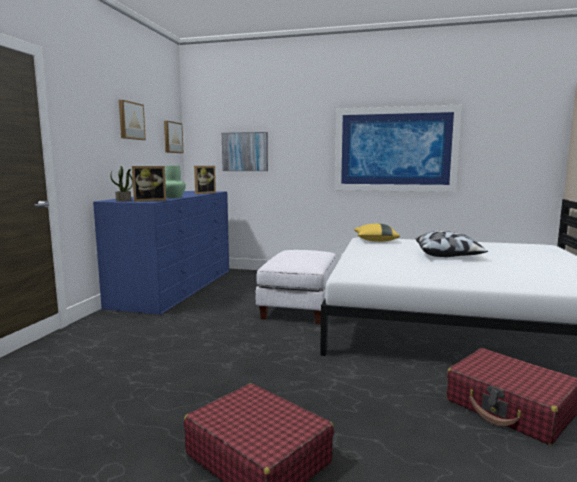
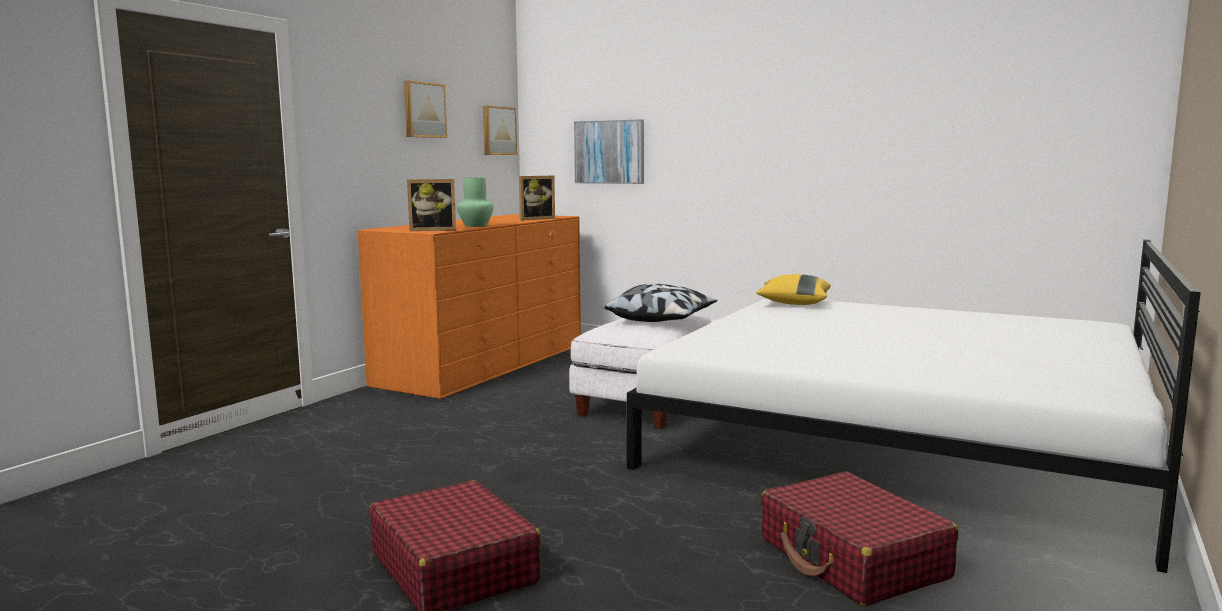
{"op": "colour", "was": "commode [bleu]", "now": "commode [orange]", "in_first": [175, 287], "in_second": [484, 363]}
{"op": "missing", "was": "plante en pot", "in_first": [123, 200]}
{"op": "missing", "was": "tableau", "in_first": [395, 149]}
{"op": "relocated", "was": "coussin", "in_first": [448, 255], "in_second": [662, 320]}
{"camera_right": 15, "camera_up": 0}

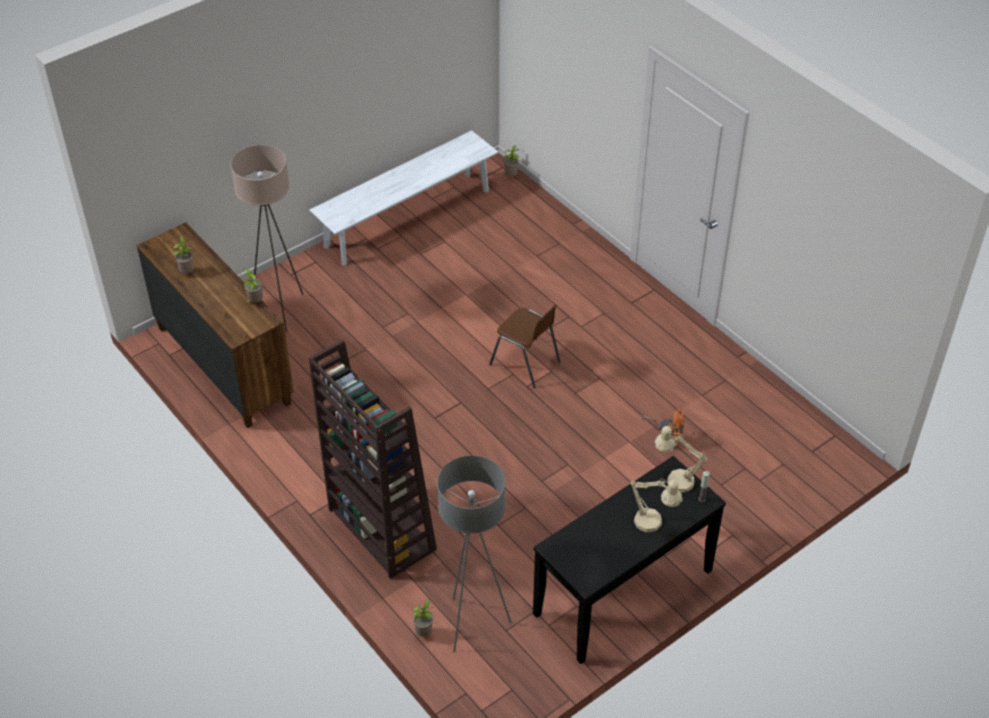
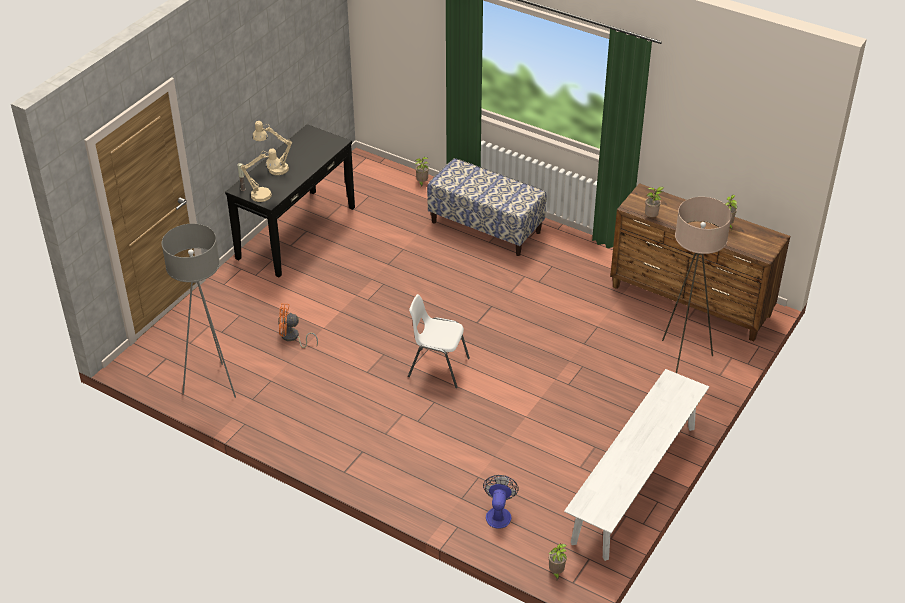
{"op": "exchanged", "was": "bibliothèque [marron]", "now": "banc", "in_first": [380, 529], "in_second": [486, 227]}
{"op": "relocated", "was": "lampadaire [gris]", "in_first": [473, 624], "in_second": [213, 384]}
{"op": "colour", "was": "chaise [marron]", "now": "chaise [blanc]", "in_first": [525, 363], "in_second": [438, 367]}
{"op": "appeared", "now": "ventilateur", "in_second": [499, 513]}
{"camera_right": 160, "camera_up": -5}

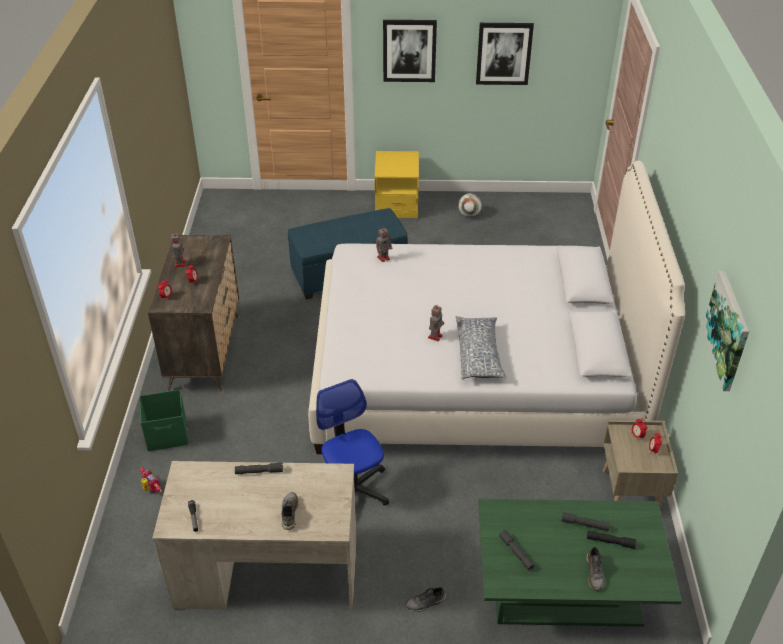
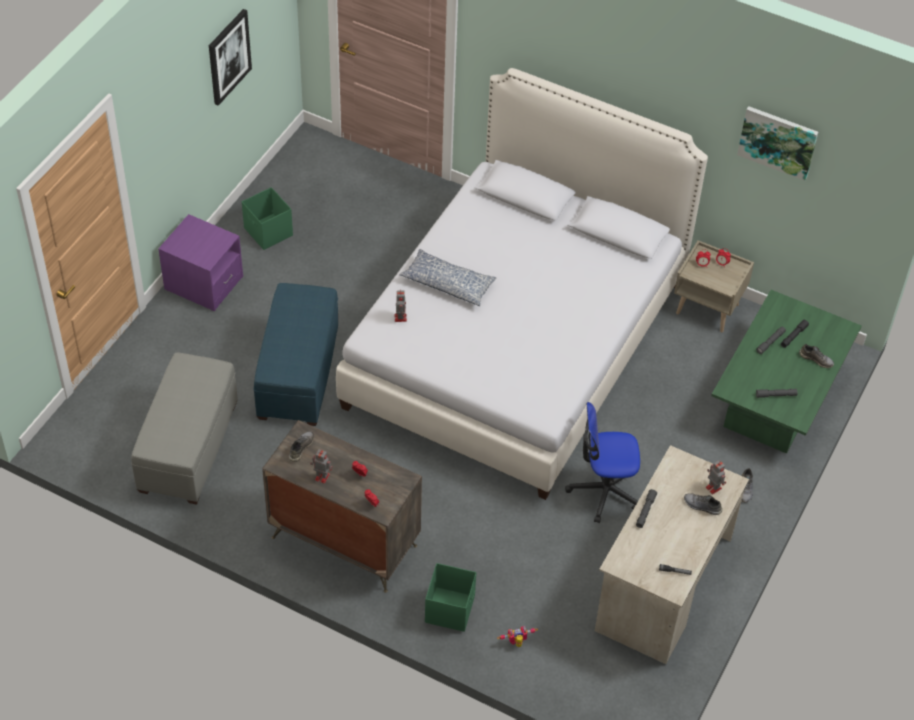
{"op": "colour", "was": "table de chevet [jaune]", "now": "table de chevet [violet]", "in_first": [396, 205], "in_second": [203, 283]}
{"op": "missing", "was": "tableau", "in_first": [409, 50]}
{"op": "relocated", "was": "robot jouet", "in_first": [435, 336], "in_second": [713, 487]}
{"op": "relocated", "was": "coussin", "in_first": [479, 354], "in_second": [448, 283]}
{"op": "exchanged", "was": "ballon de foot", "now": "boîte de rangement [vert]", "in_first": [469, 215], "in_second": [268, 232]}
{"op": "appeared", "now": "pouf [gris]", "in_second": [188, 447]}
{"op": "appeared", "now": "chaussure [gris]", "in_second": [301, 448]}
{"camera_right": -65, "camera_up": 10}

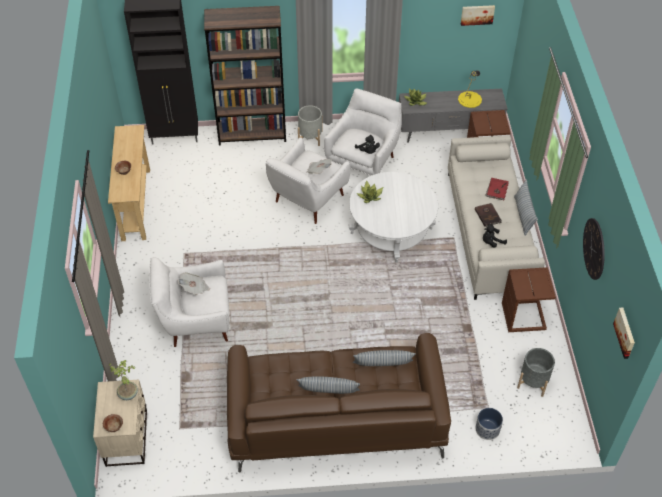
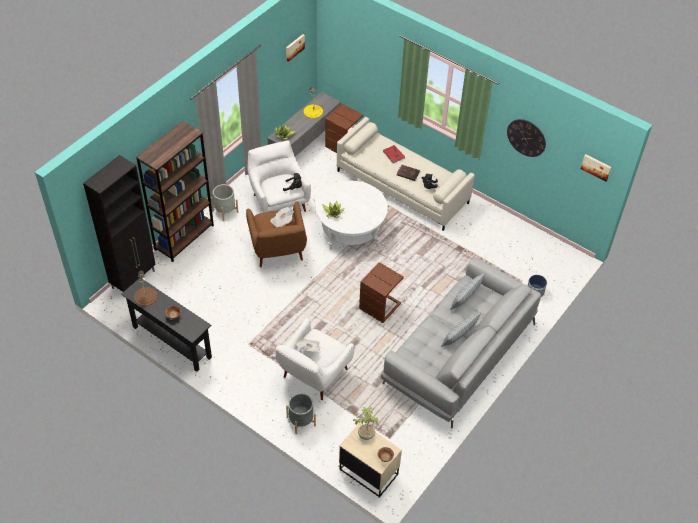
{"op": "colour", "was": "table console [beige]", "now": "table console [noir]", "in_first": [135, 204], "in_second": [171, 342]}
{"op": "colour", "was": "canapé [marron]", "now": "canapé [gris]", "in_first": [335, 417], "in_second": [459, 354]}
{"op": "colour", "was": "fauteuil [blanc]", "now": "fauteuil [marron]", "in_first": [307, 200], "in_second": [278, 251]}
{"op": "relocated", "was": "table d'appoint [marron]", "in_first": [524, 317], "in_second": [380, 306]}
{"op": "missing", "was": "coussin", "in_first": [523, 215]}
{"op": "relocated", "was": "cache-pot [gris]", "in_first": [533, 381], "in_second": [301, 421]}
{"op": "appeared", "now": "lampe de table [marron]", "in_second": [145, 296]}
{"camera_right": -50, "camera_up": 0}

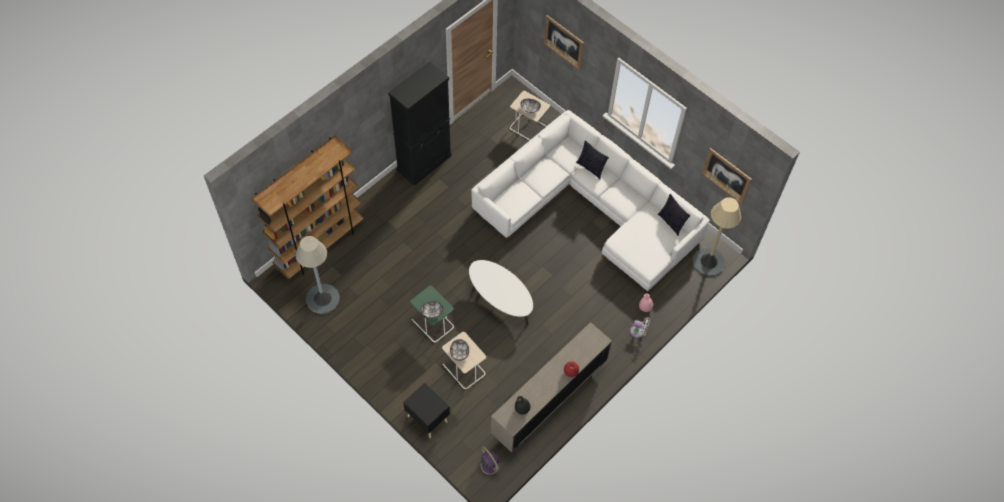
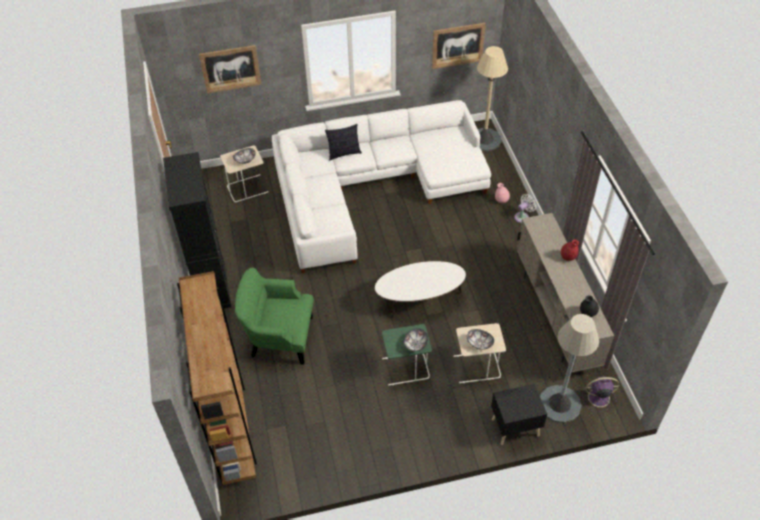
{"op": "relocated", "was": "lampadaire [gris]", "in_first": [322, 299], "in_second": [559, 404]}
{"op": "missing", "was": "coussin", "in_first": [671, 223]}
{"op": "appeared", "now": "fauteuil [vert]", "in_second": [279, 337]}
{"camera_right": -55, "camera_up": -10}

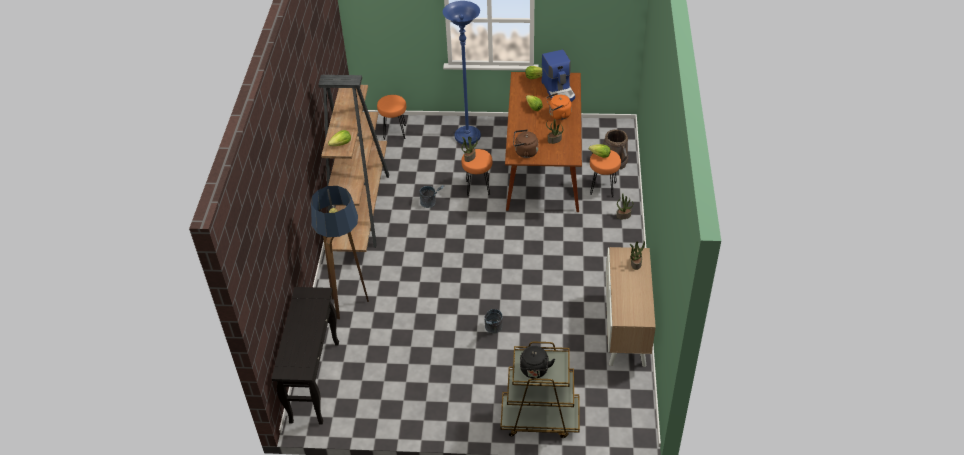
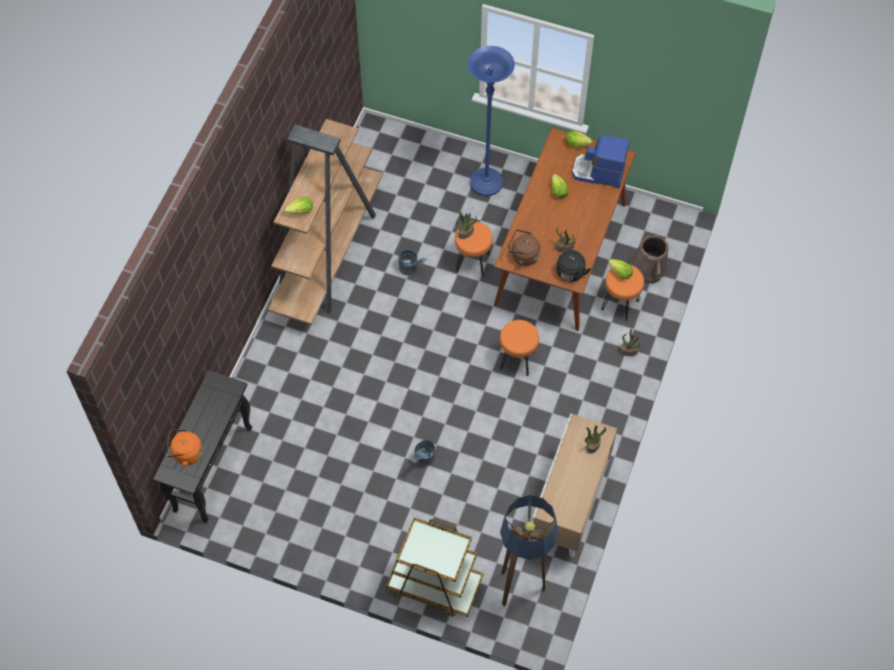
{"op": "relocated", "was": "lampadaire", "in_first": [350, 305], "in_second": [522, 588]}
{"op": "relocated", "was": "tabouret [orange]", "in_first": [394, 132], "in_second": [517, 360]}
{"op": "relocated", "was": "bouilloire [noir]", "in_first": [534, 371], "in_second": [569, 274]}
{"op": "spun", "was": "machine à café", "in_first": [559, 90], "in_second": [598, 173], "clockwise": 105}
{"op": "relocated", "was": "bouilloire [orange]", "in_first": [558, 115], "in_second": [185, 454]}
{"camera_right": 15, "camera_up": 15}

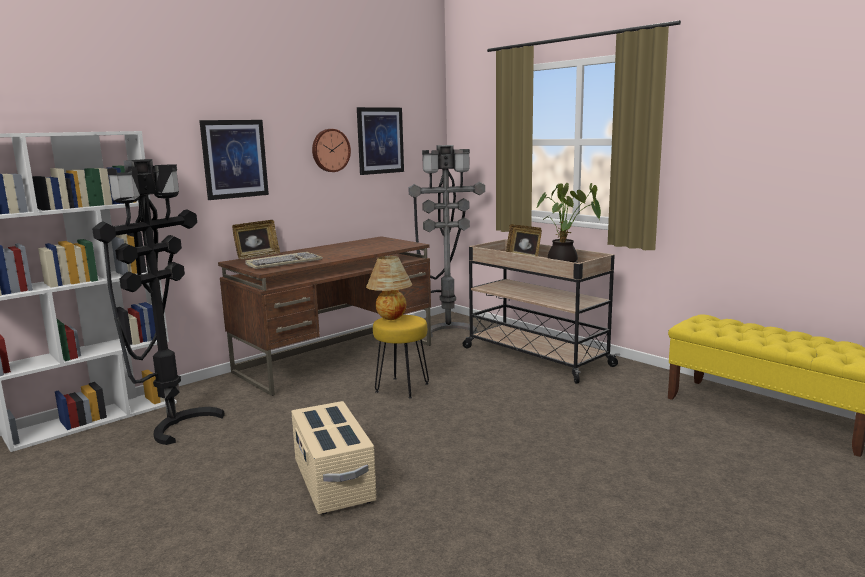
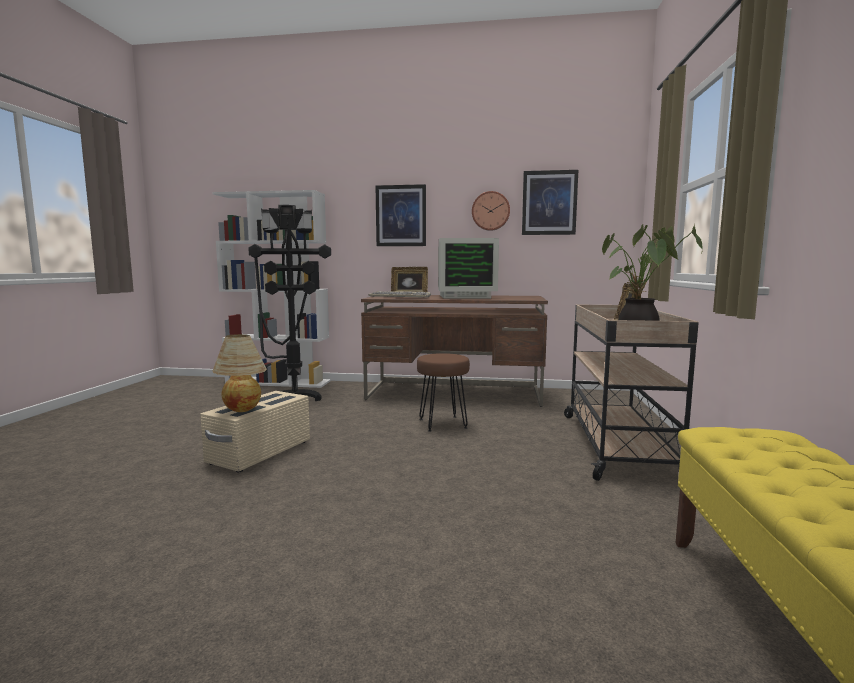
{"op": "relocated", "was": "lampe de table", "in_first": [390, 319], "in_second": [241, 411]}
{"op": "colour", "was": "tabouret [jaune]", "now": "tabouret [marron]", "in_first": [402, 388], "in_second": [442, 424]}
{"op": "missing", "was": "lampadaire [gris]", "in_first": [448, 328]}
{"op": "appeared", "now": "écran d'ordinateur", "in_second": [464, 296]}
{"camera_right": 50, "camera_up": -5}

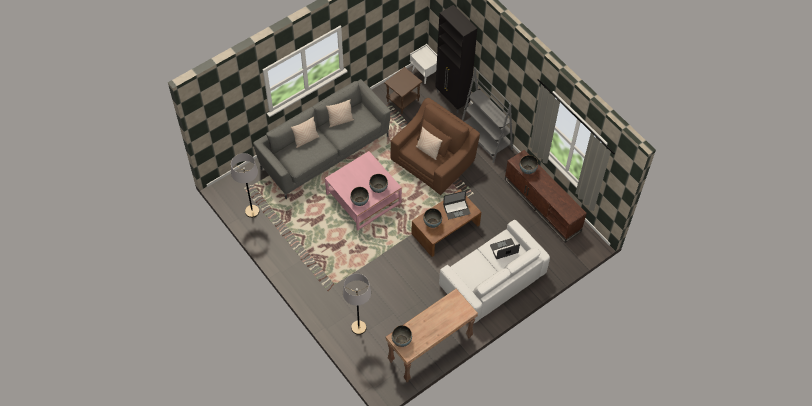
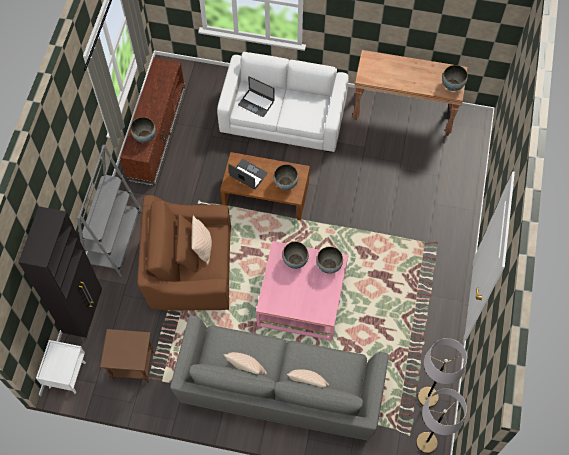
{"op": "relocated", "was": "lampadaire [gris]", "in_first": [358, 327], "in_second": [426, 443]}
{"camera_right": -130, "camera_up": 5}

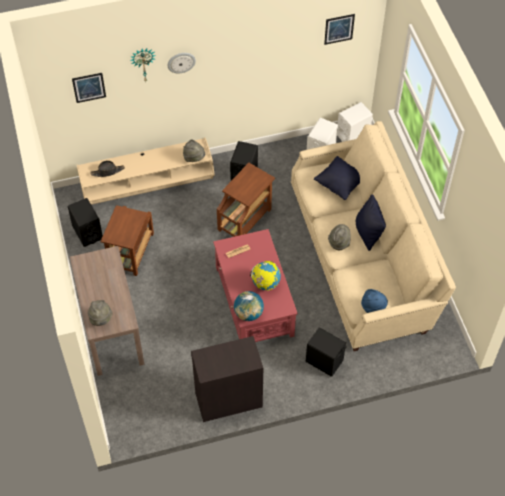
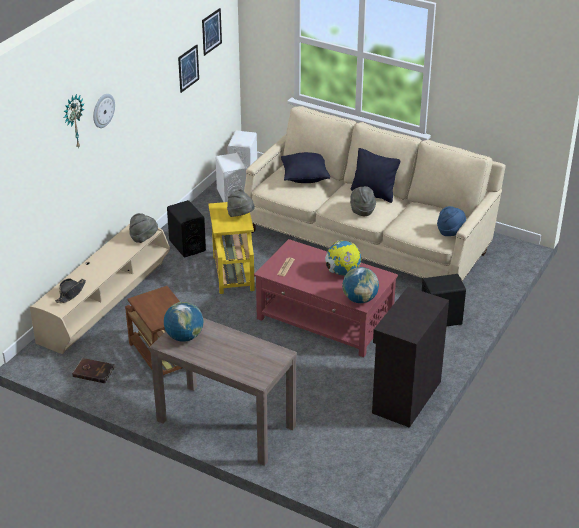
{"op": "exchanged", "was": "enceinte [noir]", "now": "livre [marron]", "in_first": [87, 232], "in_second": [93, 371]}
{"op": "relocated", "was": "tableau", "in_first": [89, 87], "in_second": [188, 68]}
{"op": "relocated", "was": "chapeau [gris]", "in_first": [101, 319], "in_second": [241, 215]}
{"op": "colour", "was": "table d'appoint [marron]", "now": "table d'appoint [jaune]", "in_first": [245, 219], "in_second": [233, 272]}
{"op": "appeared", "now": "globe", "in_second": [184, 337]}
{"camera_right": -45, "camera_up": -20}

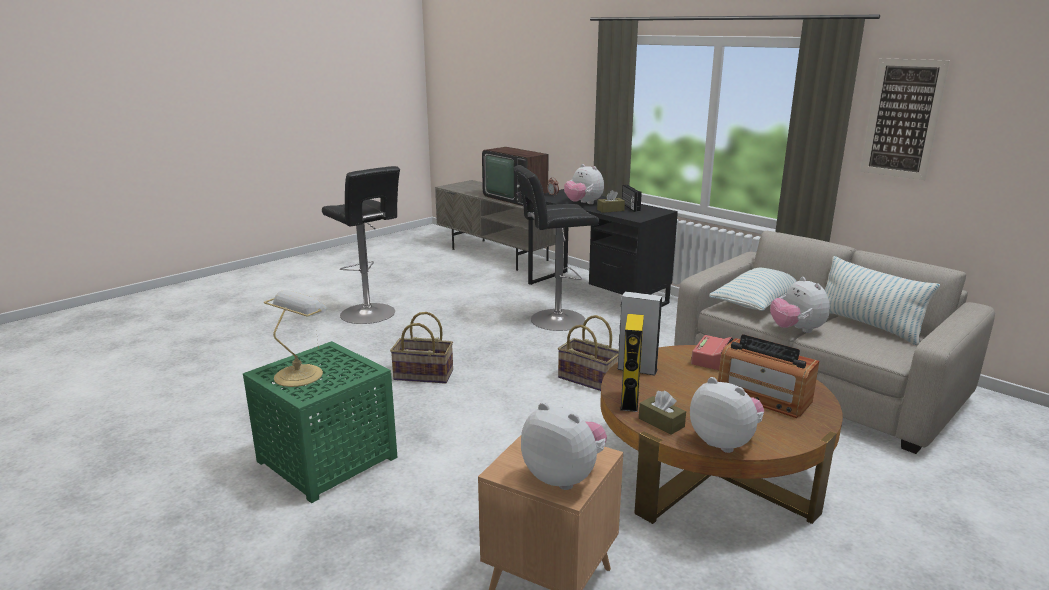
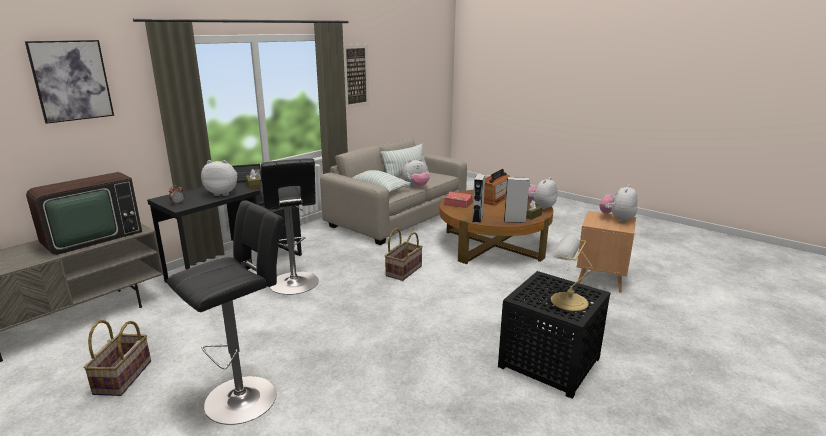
{"op": "colour", "was": "table d'appoint [vert]", "now": "table d'appoint [noir]", "in_first": [327, 458], "in_second": [547, 362]}
{"op": "relocated", "was": "panier", "in_first": [423, 375], "in_second": [124, 377]}
{"op": "spun", "was": "peluche", "in_first": [583, 203], "in_second": [223, 193], "clockwise": -135}
{"op": "colour", "was": "enceinte [jaune]", "now": "enceinte [gris]", "in_first": [629, 400], "in_second": [514, 221]}
{"op": "appeared", "now": "tableau", "in_second": [71, 80]}
{"camera_right": -95, "camera_up": 0}

